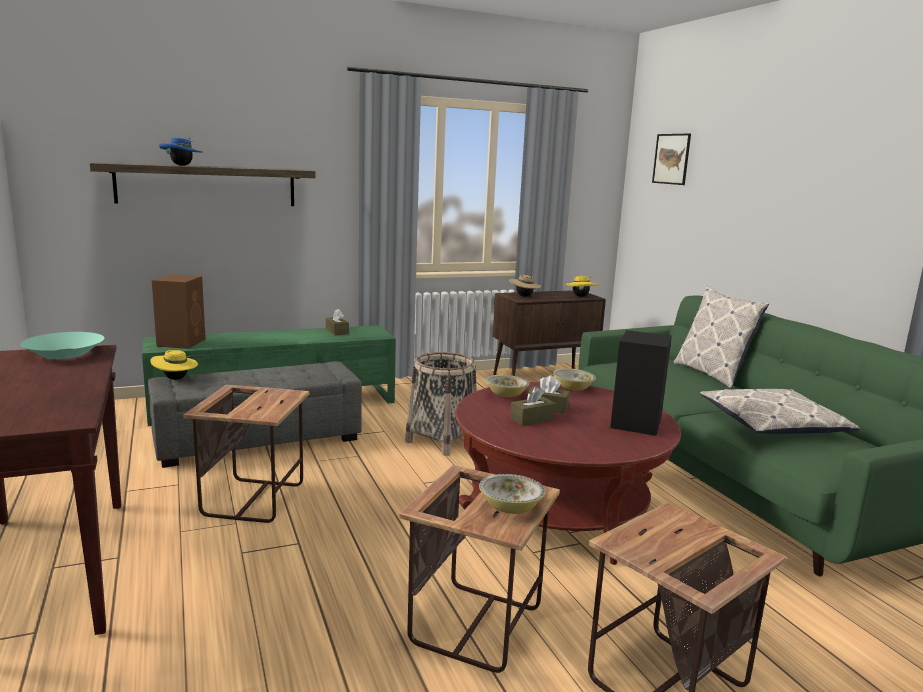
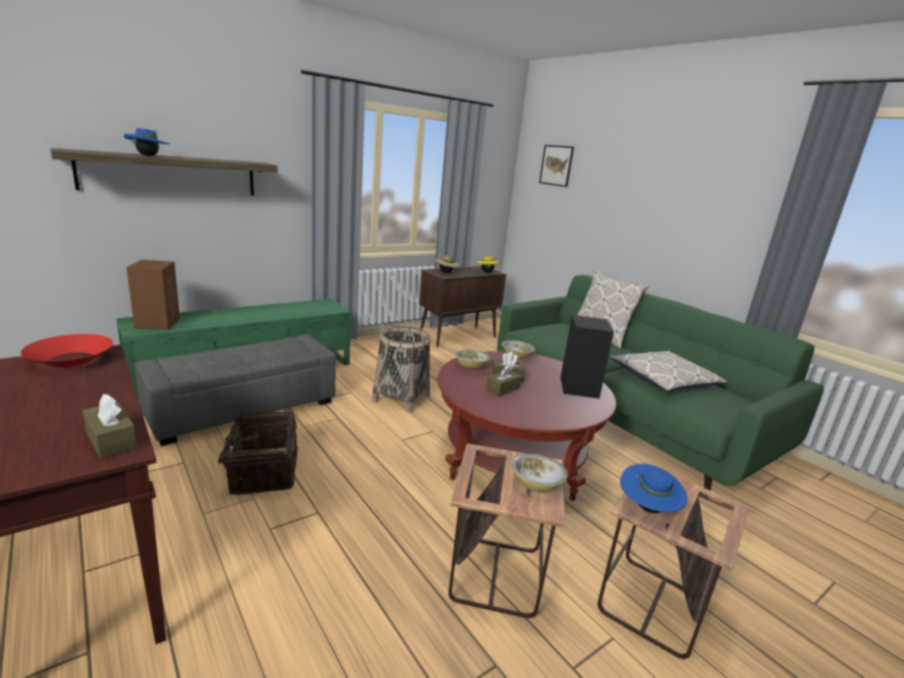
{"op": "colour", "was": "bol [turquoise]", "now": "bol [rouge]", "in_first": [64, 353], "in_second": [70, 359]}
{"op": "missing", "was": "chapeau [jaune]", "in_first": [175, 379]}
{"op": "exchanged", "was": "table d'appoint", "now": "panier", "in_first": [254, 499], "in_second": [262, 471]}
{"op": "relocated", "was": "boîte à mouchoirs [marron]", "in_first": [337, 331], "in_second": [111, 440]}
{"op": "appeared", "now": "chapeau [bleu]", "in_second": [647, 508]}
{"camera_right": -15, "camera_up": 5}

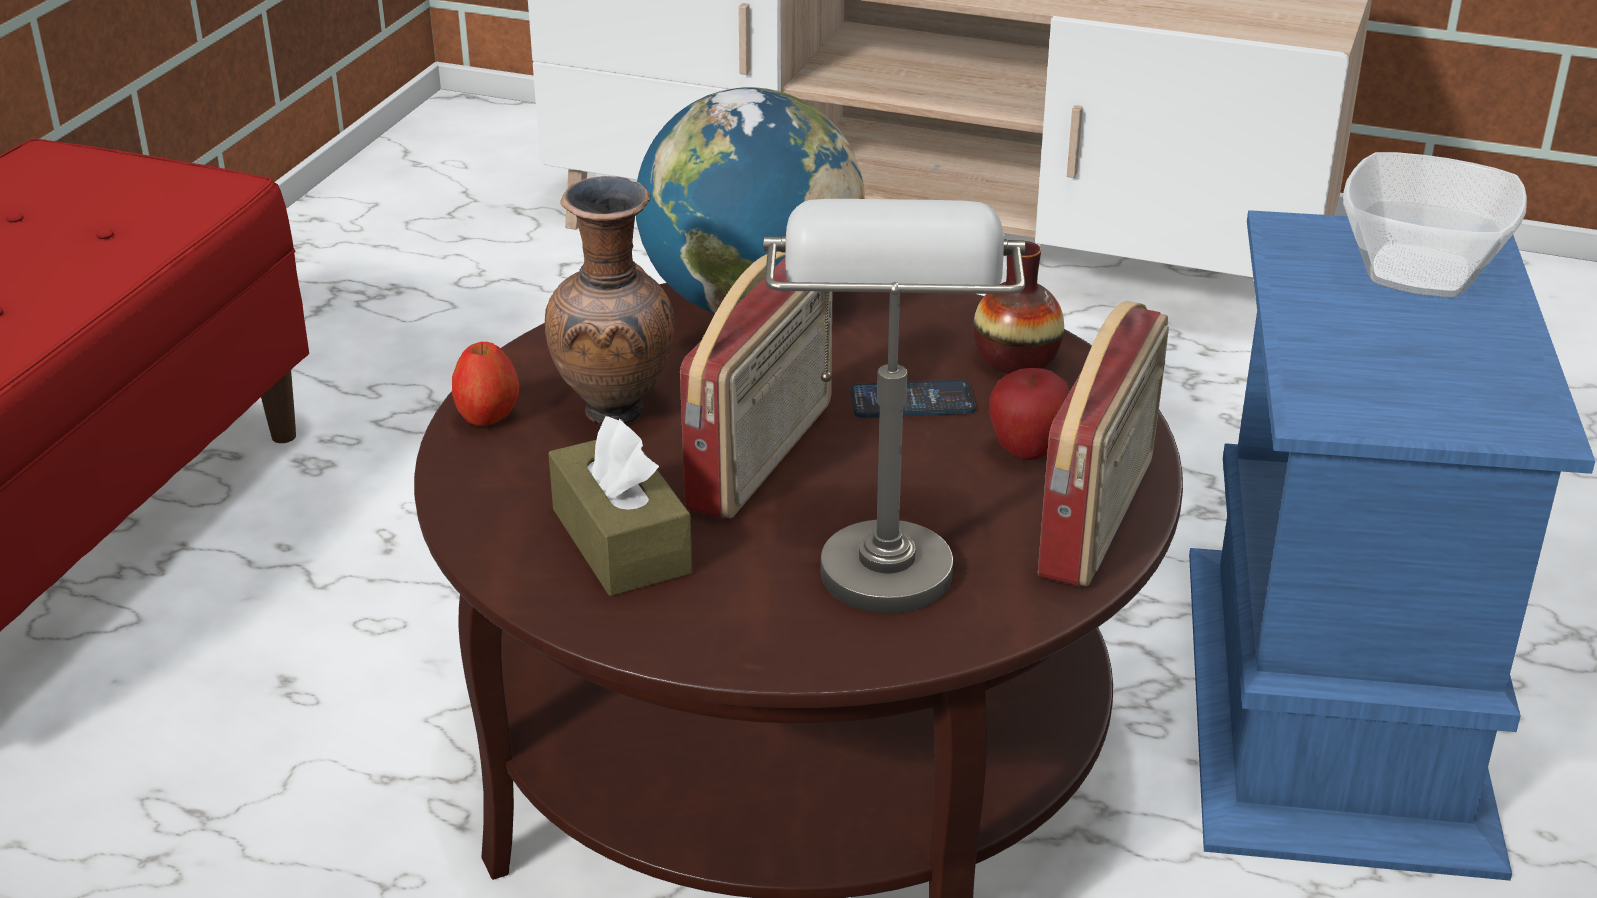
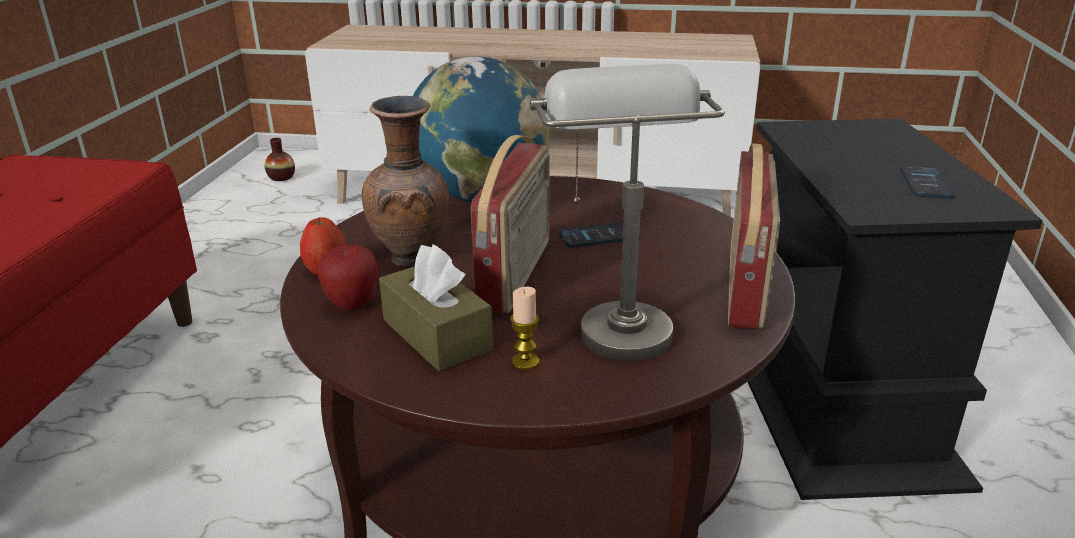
{"op": "relocated", "was": "vase", "in_first": [1016, 359], "in_second": [281, 177]}
{"op": "relocated", "was": "pomme", "in_first": [1027, 451], "in_second": [352, 304]}
{"op": "colour", "was": "table d'appoint [bleu]", "now": "table d'appoint [noir]", "in_first": [1334, 703], "in_second": [836, 402]}
{"op": "missing", "was": "bol", "in_first": [1422, 274]}
{"op": "appeared", "now": "bougie", "in_second": [525, 362]}
{"op": "appeared", "now": "téléphone", "in_second": [925, 183]}
{"camera_right": -10, "camera_up": -5}

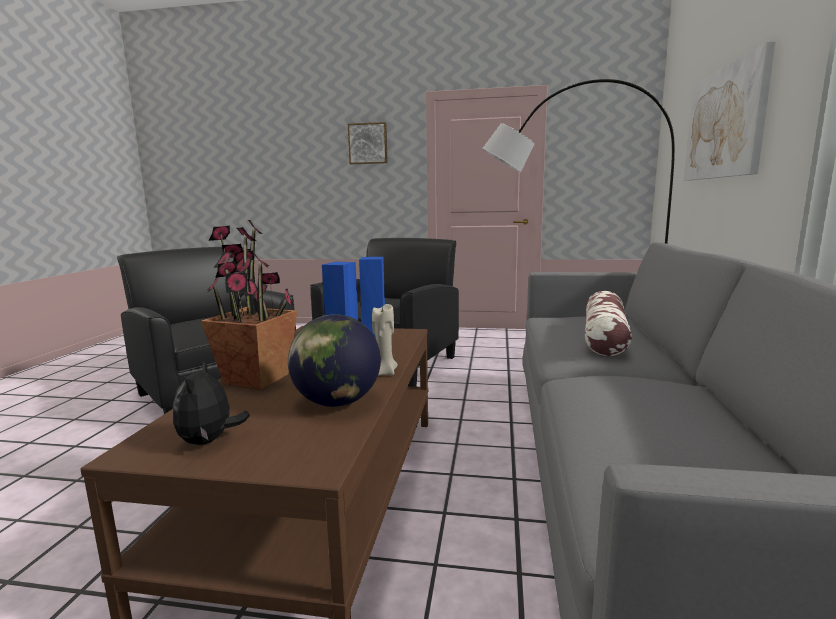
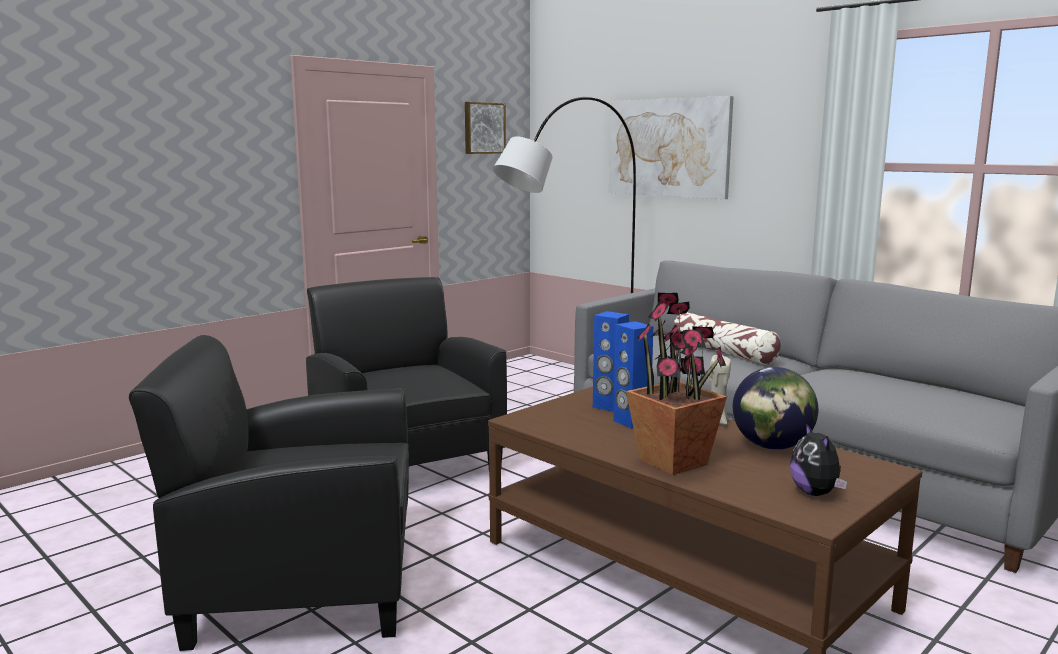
{"op": "spun", "was": "peluche", "in_first": [209, 441], "in_second": [816, 493], "clockwise": 45}
{"op": "relocated", "was": "tableau", "in_first": [368, 143], "in_second": [483, 128]}
{"camera_right": -55, "camera_up": 0}

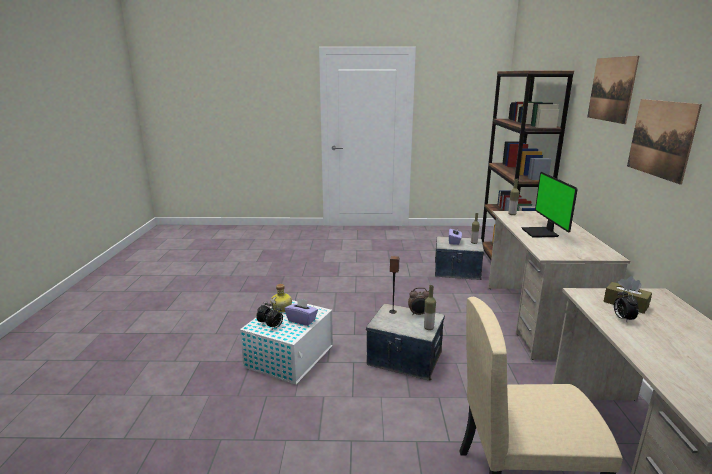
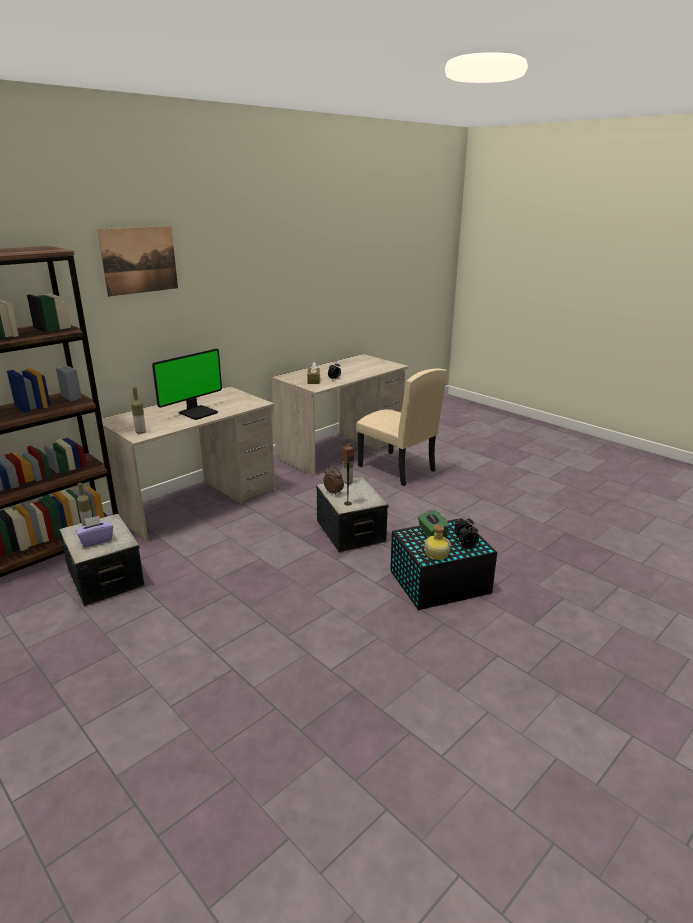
{"op": "colour", "was": "boîte de rangement [blanc]", "now": "boîte de rangement [noir]", "in_first": [290, 355], "in_second": [438, 582]}
{"op": "colour", "was": "boîte à mouchoirs [violet]", "now": "boîte à mouchoirs [vert]", "in_first": [302, 320], "in_second": [432, 533]}
{"op": "missing", "was": "tableau", "in_first": [660, 139]}
{"camera_right": -135, "camera_up": 5}

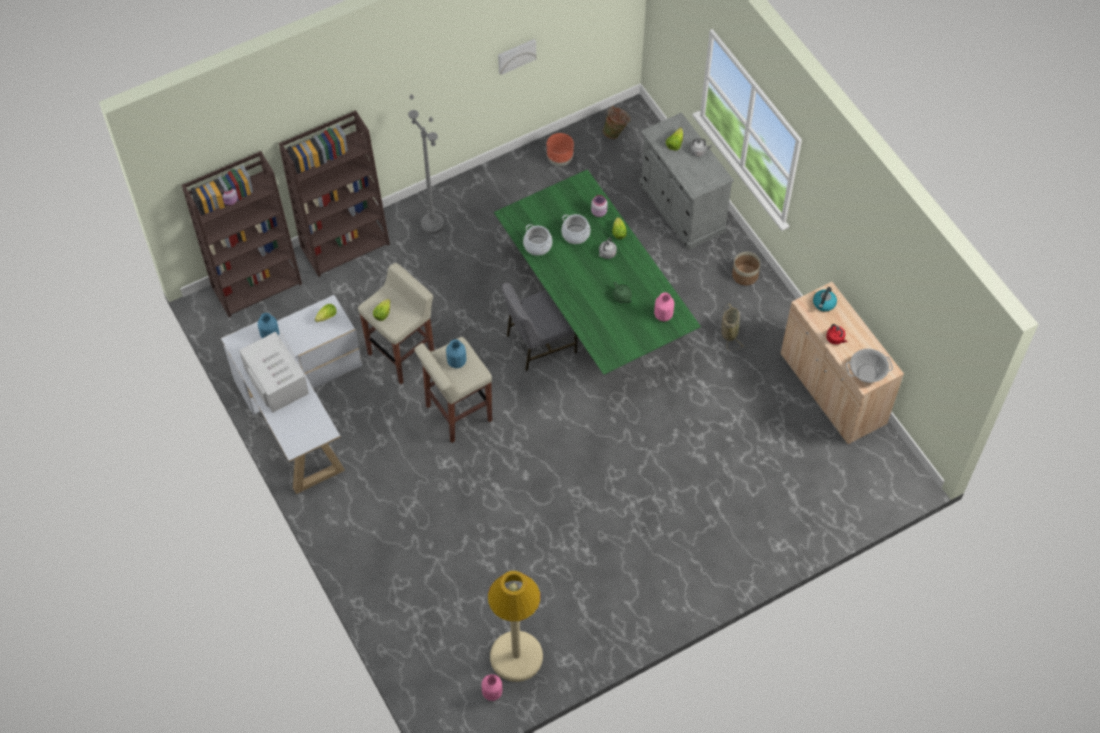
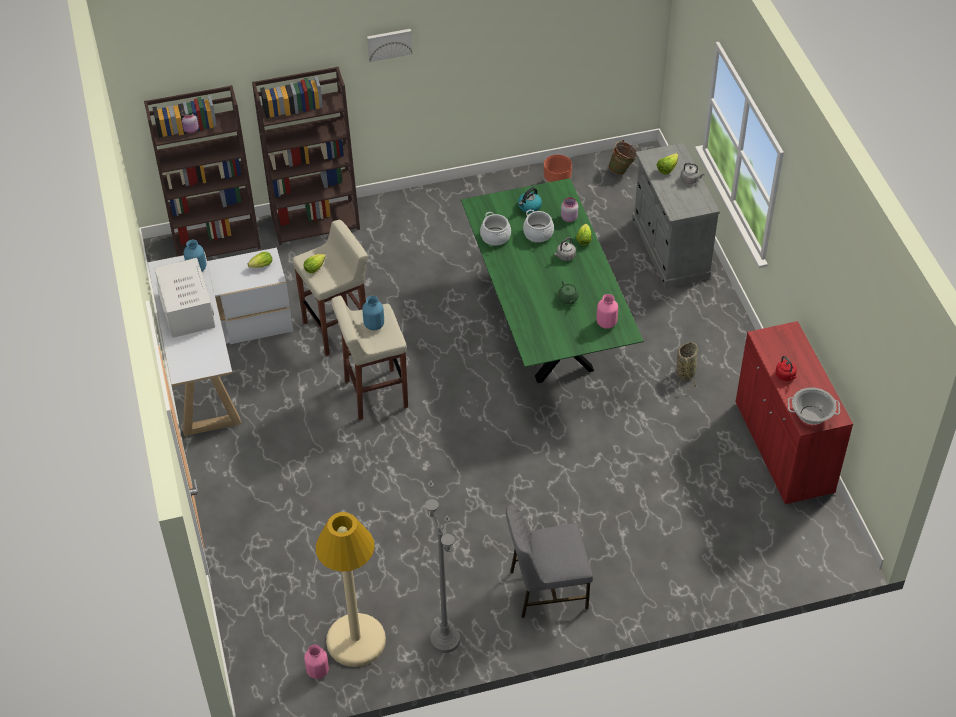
{"op": "relocated", "was": "lampadaire [gris]", "in_first": [432, 224], "in_second": [445, 640]}
{"op": "relocated", "was": "tableau", "in_first": [516, 55], "in_second": [389, 44]}
{"op": "relocated", "was": "chaise [gris]", "in_first": [539, 343], "in_second": [546, 588]}
{"op": "missing", "was": "cache-pot", "in_first": [744, 275]}
{"op": "colour", "was": "meuble de rangement [beige]", "now": "meuble de rangement [rouge]", "in_first": [832, 389], "in_second": [783, 447]}
{"op": "relocated", "was": "bouilloire", "in_first": [824, 304], "in_second": [529, 206]}
{"camera_right": 15, "camera_up": -10}

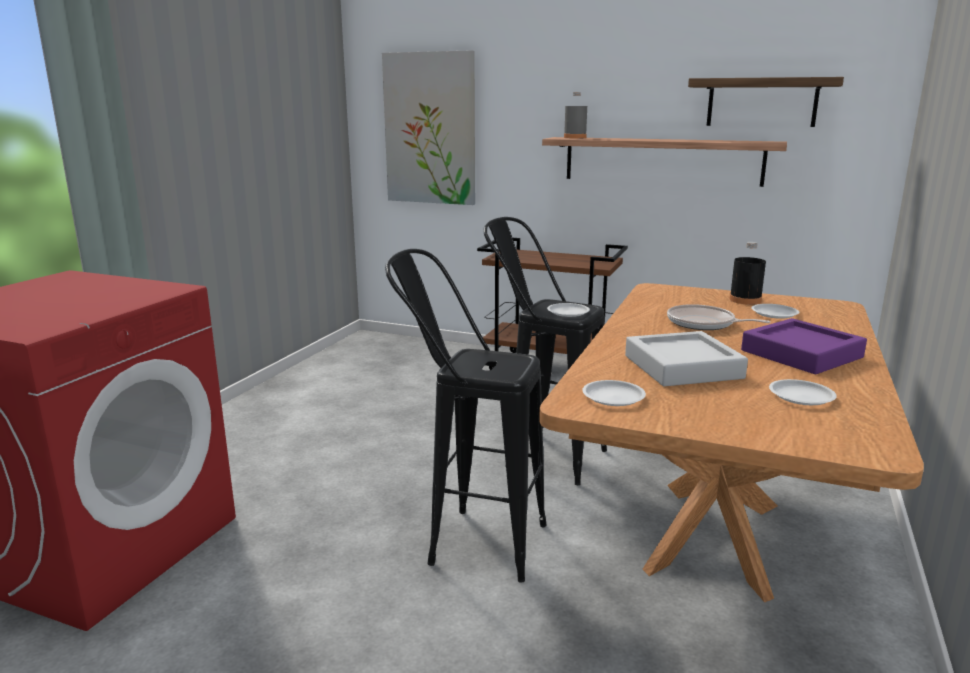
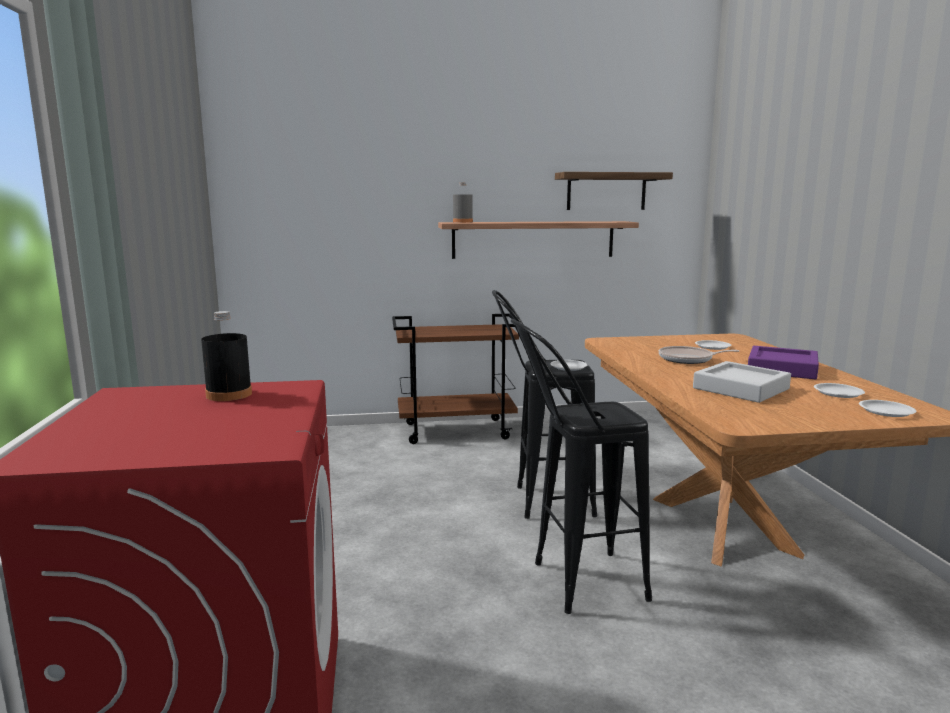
{"op": "missing", "was": "tableau", "in_first": [430, 129]}
{"op": "relocated", "was": "assiette [blanc]", "in_first": [612, 397], "in_second": [886, 411]}
{"op": "relocated", "was": "bouteille [noir]", "in_first": [745, 300], "in_second": [229, 394]}
{"camera_right": -30, "camera_up": -5}

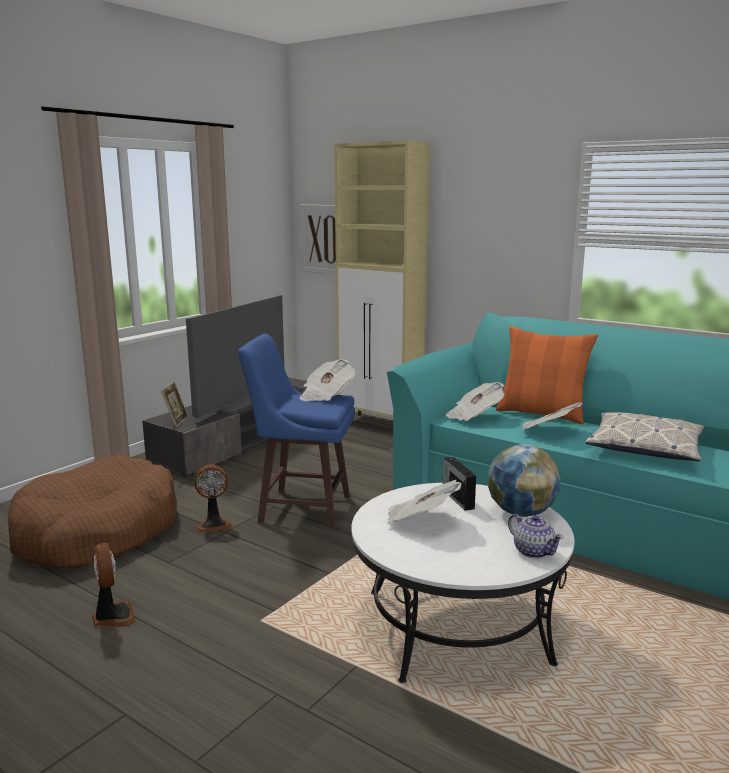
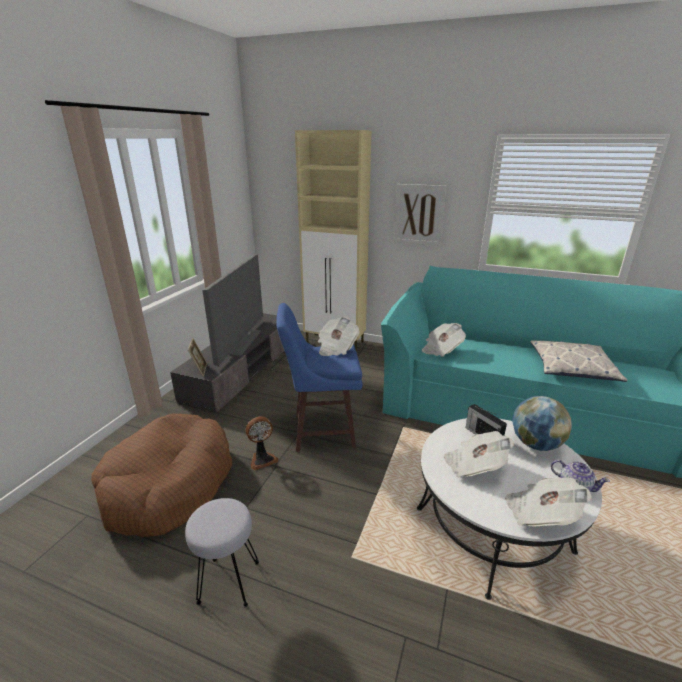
{"op": "exchanged", "was": "ventilateur", "now": "tabouret [gris]", "in_first": [113, 617], "in_second": [228, 581]}
{"op": "relocated", "was": "tableau", "in_first": [323, 239], "in_second": [419, 215]}
{"op": "missing", "was": "coussin [orange]", "in_first": [541, 413]}
{"op": "relocated", "was": "journal", "in_first": [548, 431], "in_second": [541, 514]}
{"camera_right": -15, "camera_up": 10}

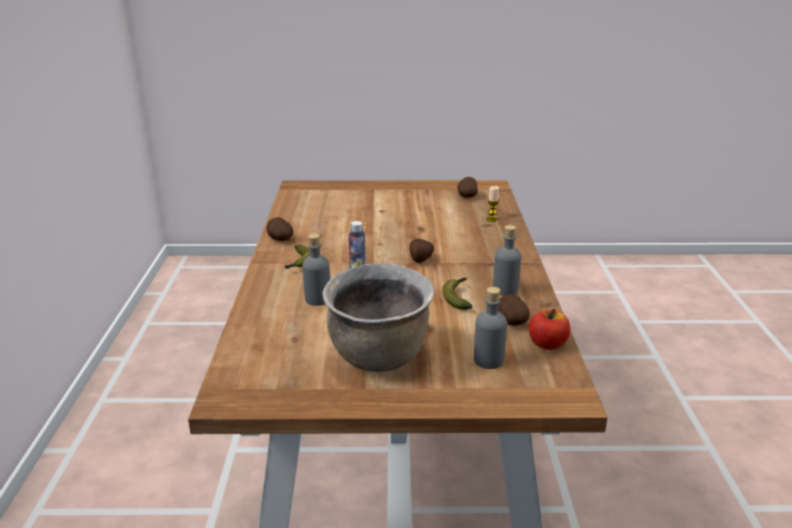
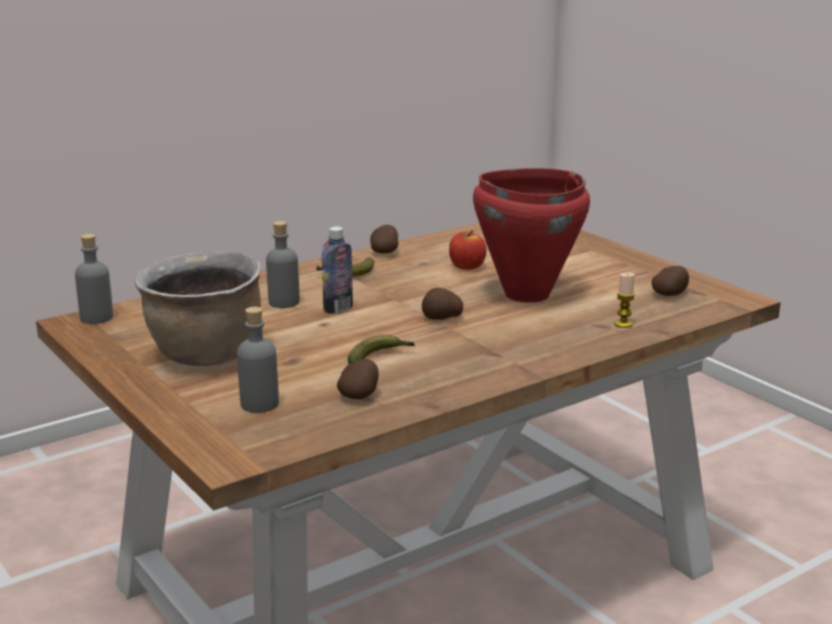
{"op": "relocated", "was": "bouteille [gris]", "in_first": [505, 290], "in_second": [96, 318]}
{"op": "relocated", "was": "pomme", "in_first": [547, 344], "in_second": [467, 266]}
{"op": "appeared", "now": "marmite [rouge]", "in_second": [525, 294]}
{"camera_right": 55, "camera_up": -5}

